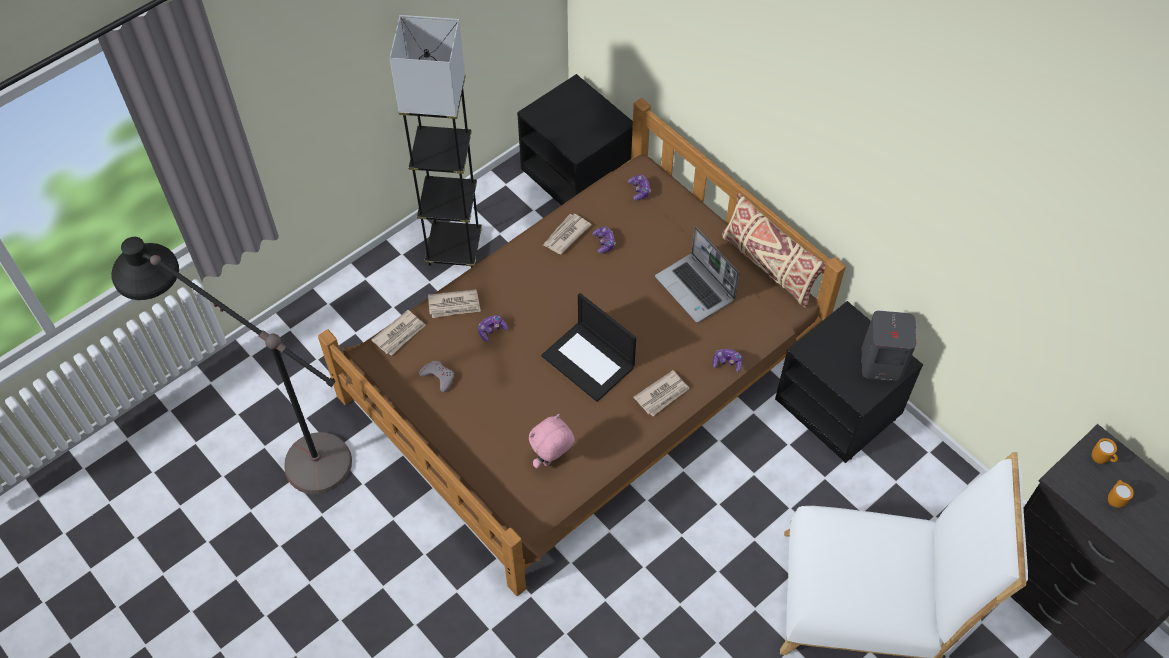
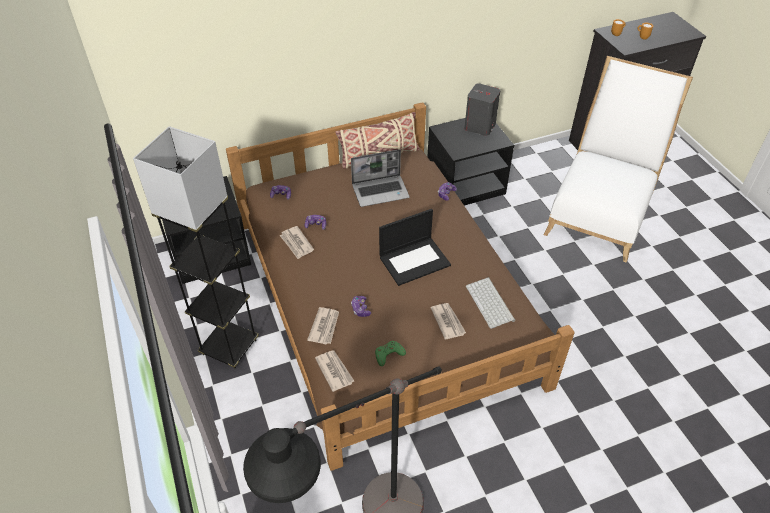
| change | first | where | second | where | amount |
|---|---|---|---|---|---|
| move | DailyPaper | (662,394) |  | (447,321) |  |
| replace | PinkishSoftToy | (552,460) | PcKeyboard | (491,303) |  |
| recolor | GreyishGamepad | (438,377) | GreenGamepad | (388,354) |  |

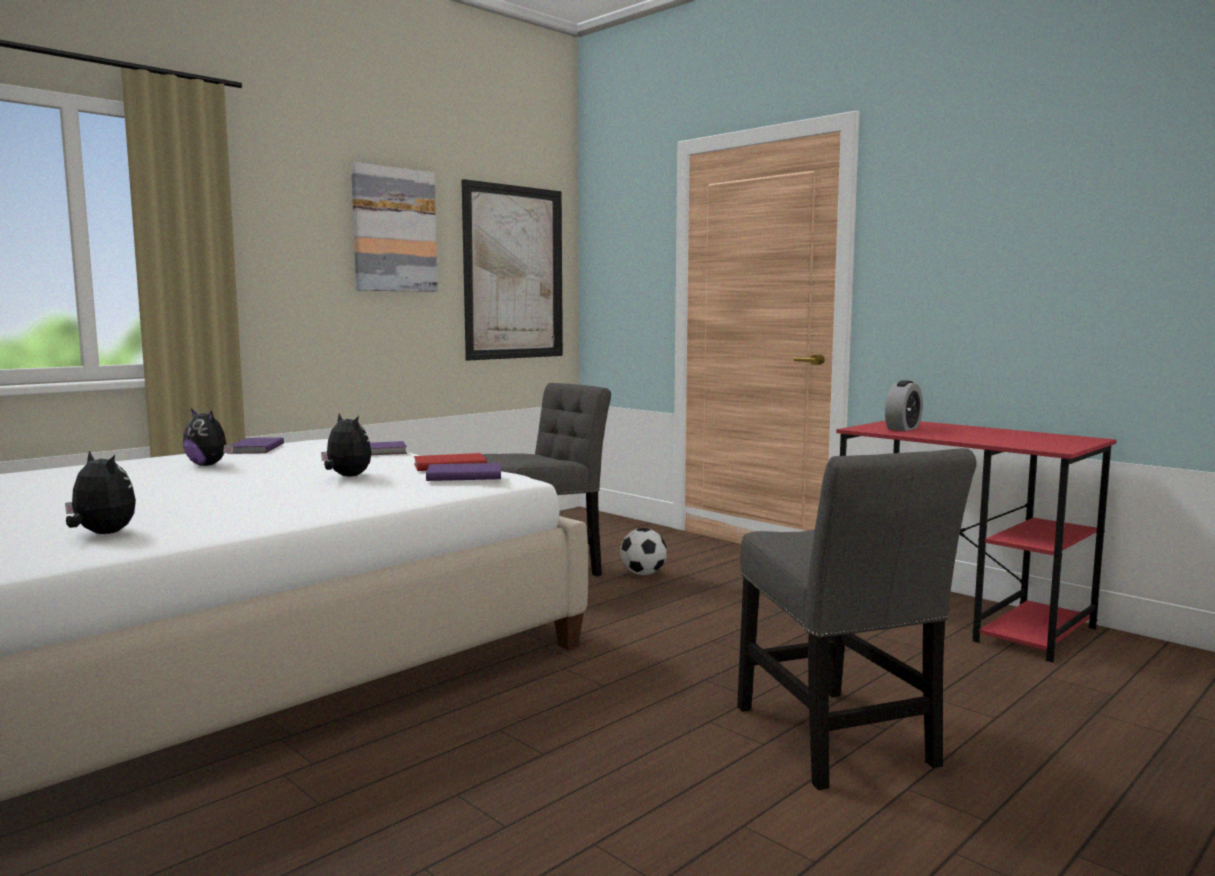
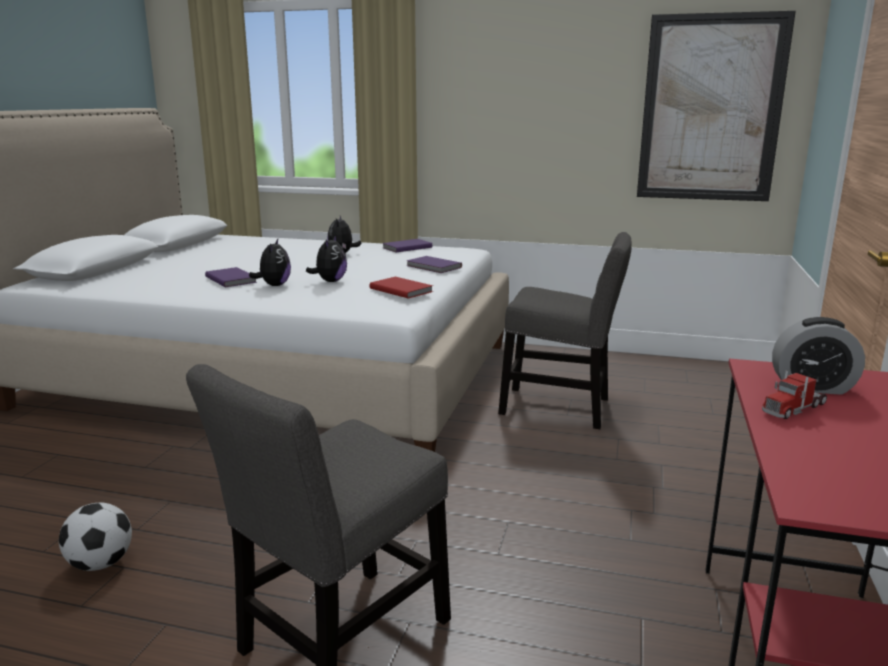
| change | first | where | second | where | amount |
|---|---|---|---|---|---|
| delete | WallArt | (394,230) |  |  |  |
| insert |  |  | ModelTruck | (794,408) |  |
| move | SoftToy | (102,534) |  | (274,285) |  |
| move | PurpleColouredVolume | (463,475) |  | (232,279) |  |
| move | Football | (643,574) |  | (101,564) |  |

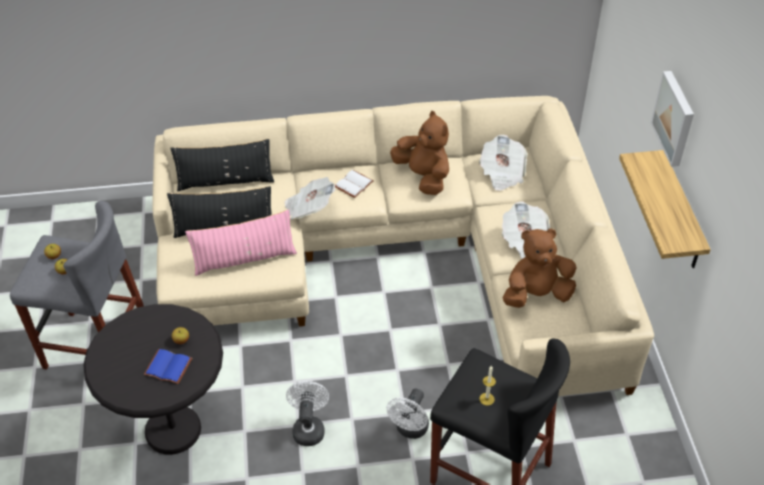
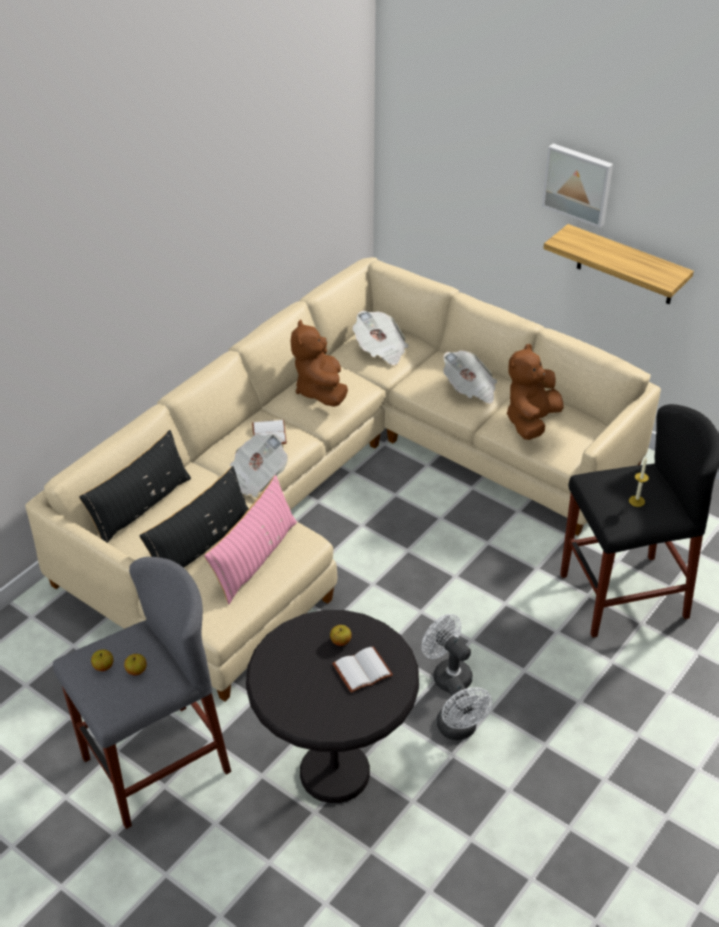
| change | first | where | second | where | amount |
|---|---|---|---|---|---|
| move | WhiteColouredElectricFan | (410,430) |  | (459,730) |  |
| recolor | BluishVolume | (169,366) | WhiteColouredVolume | (362,669) |  |
| rotate | BrownSoftToy | (423,176) |  | (320,391) | 105 degrees counterclockwise |

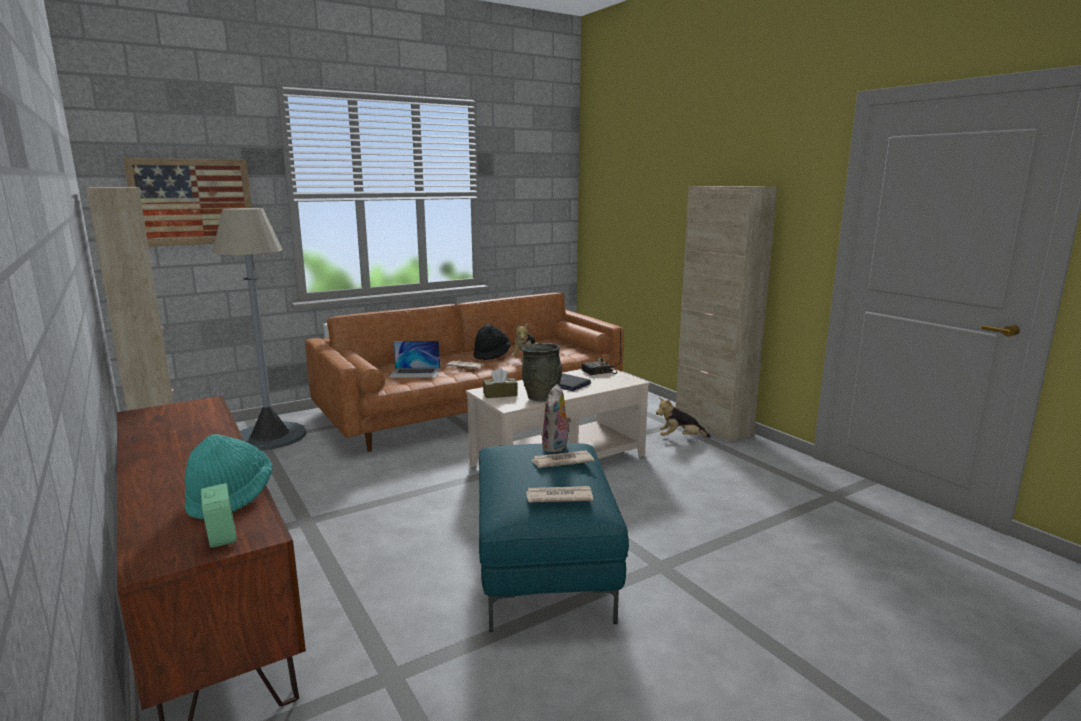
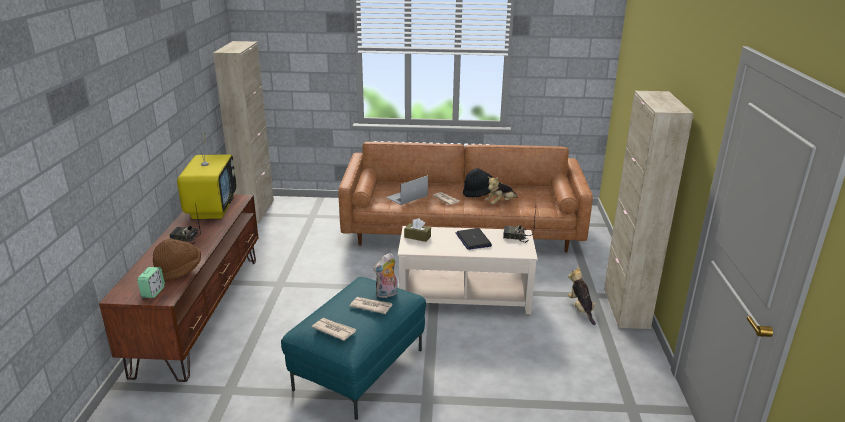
| change | first | where | second | where | amount |
|---|---|---|---|---|---|
| delete | WallArt | (192,202) |  |  |  |
| delete | GreyishFloorLamp | (270,437) |  |  |  |
| delete | GreyishFlowerVase | (542,397) |  |  |  |
| insert |  |  | RadioReceiver | (185,238) |  |
| insert |  |  | Television | (212,208) |  |
| recolor | TurquoiseHat | (230,498) | BrownHat | (179,271) |  |
| rotate | PortableComputer | (415,373) |  | (407,196) | 105 degrees clockwise |
| rotate | SoftToy | (680,438) |  | (580,309) | 45 degrees clockwise |

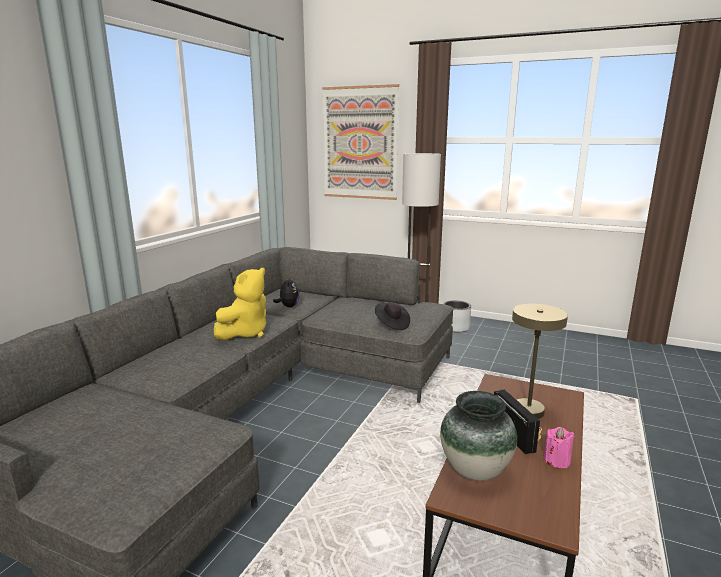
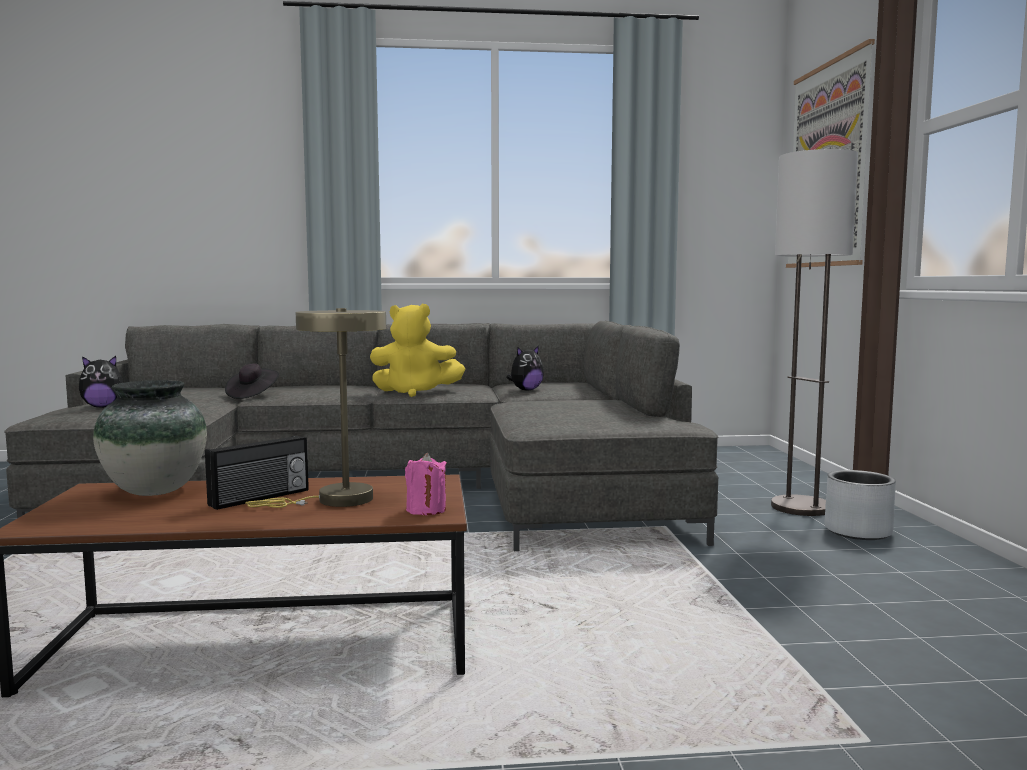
| change | first | where | second | where | amount |
|---|---|---|---|---|---|
| insert |  |  | SoftToy | (103,407) |  |
| move | BlackHat | (391,324) |  | (252,395) |  |
| move | PinkishWaxLight | (556,460) |  | (426,510) |  |

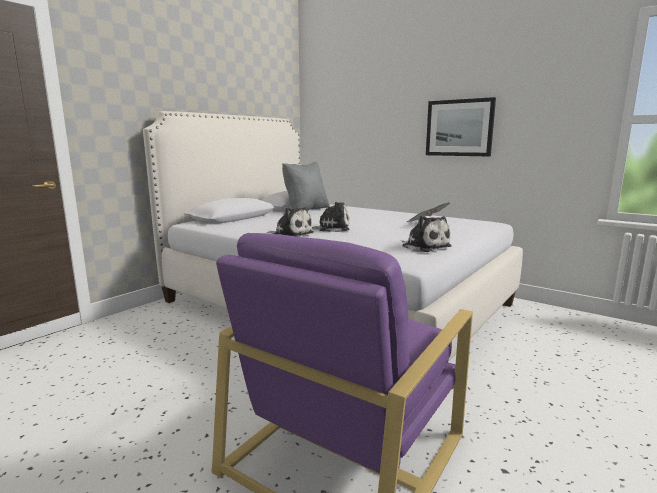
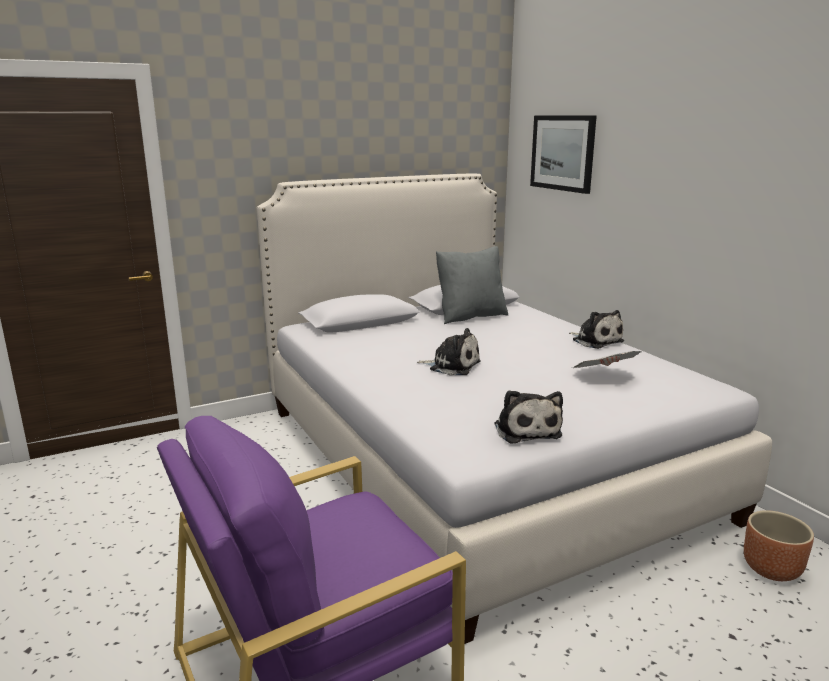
| change | first | where | second | where | amount |
|---|---|---|---|---|---|
| insert |  |  | BrownFlowerPot | (770,570) |  |
| move | SoftToy | (290,235) |  | (595,341) |  |
| move | WallArt | (459,128) |  | (562,153) |  |

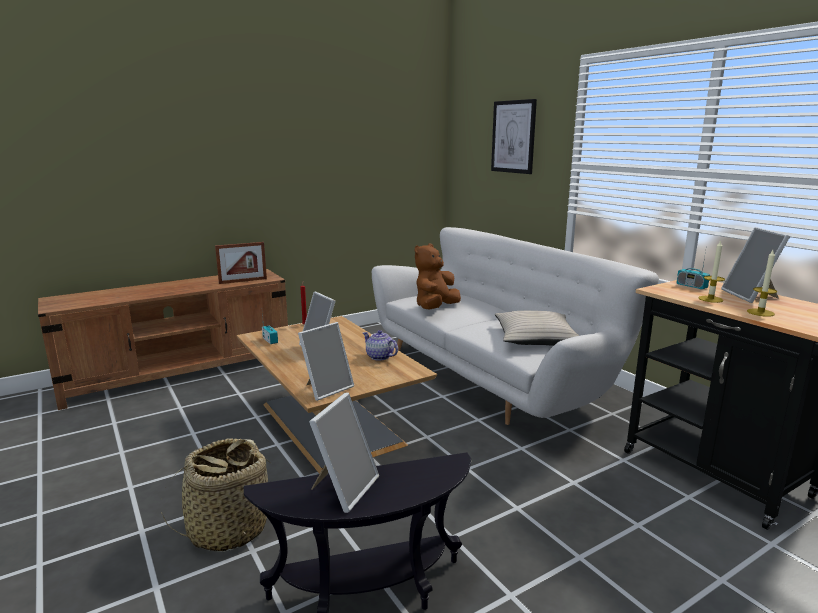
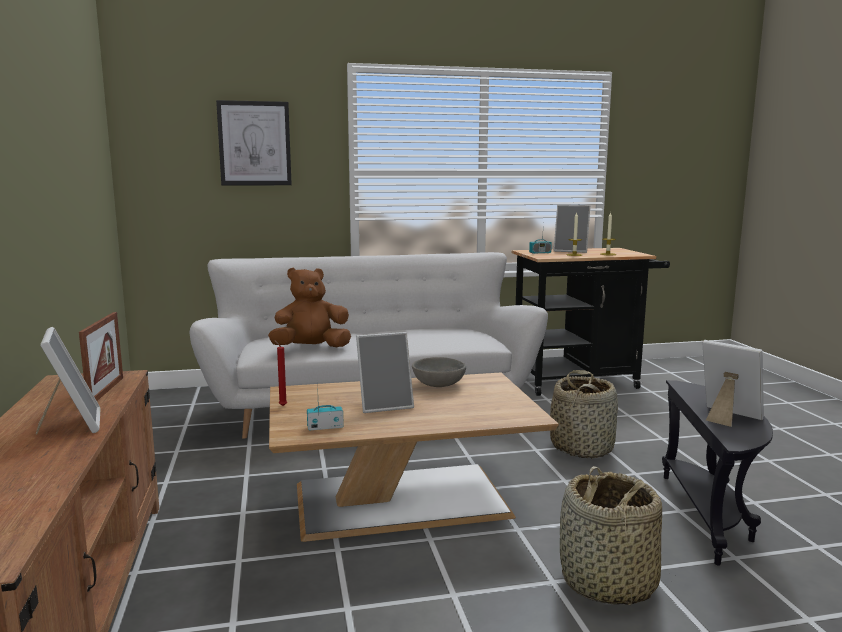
| change | first | where | second | where | amount |
|---|---|---|---|---|---|
| delete | BeigePillow | (535,338) |  |  |  |
| insert |  |  | Basket | (582,447) |  |
| move | StandingFrame | (326,388) |  | (72,424) |  |
| replace | TeaPot | (379,357) | GreyishDeepDish | (439,385) |  |
| rotate | BrownSoftToy | (435,308) |  | (311,348) | 105 degrees clockwise |

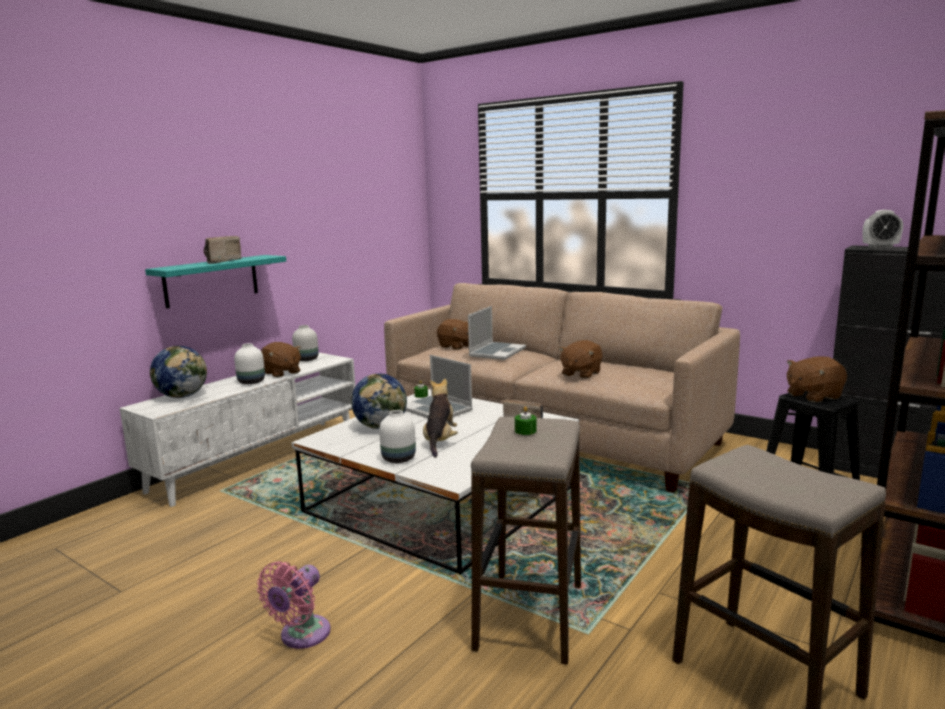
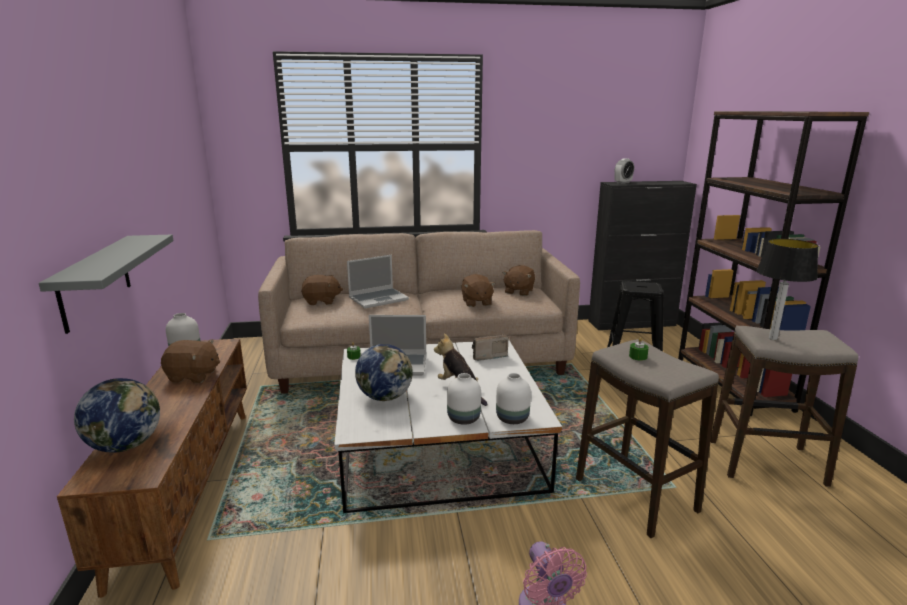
| change | first | where | second | where | amount |
|---|---|---|---|---|---|
| delete | RadioReceiver | (220,261) |  |  |  |
| insert |  |  | LampForATable | (773,338) |  |
| move | WhiteColouredFlowerVase | (251,382) |  | (513,419) |  |
| move | BrownSoftToy | (813,396) |  | (518,292) |  |
| recolor | WhiteColouredTvUnit | (258,458) | BrownTvUnit | (187,486) |  |
| recolor | TurquoiseWallShelf | (211,280) | GreyishWallShelf | (95,281) |  |
| rotate | PortableComputer | (497,352) |  | (378,299) | 75 degrees clockwise |

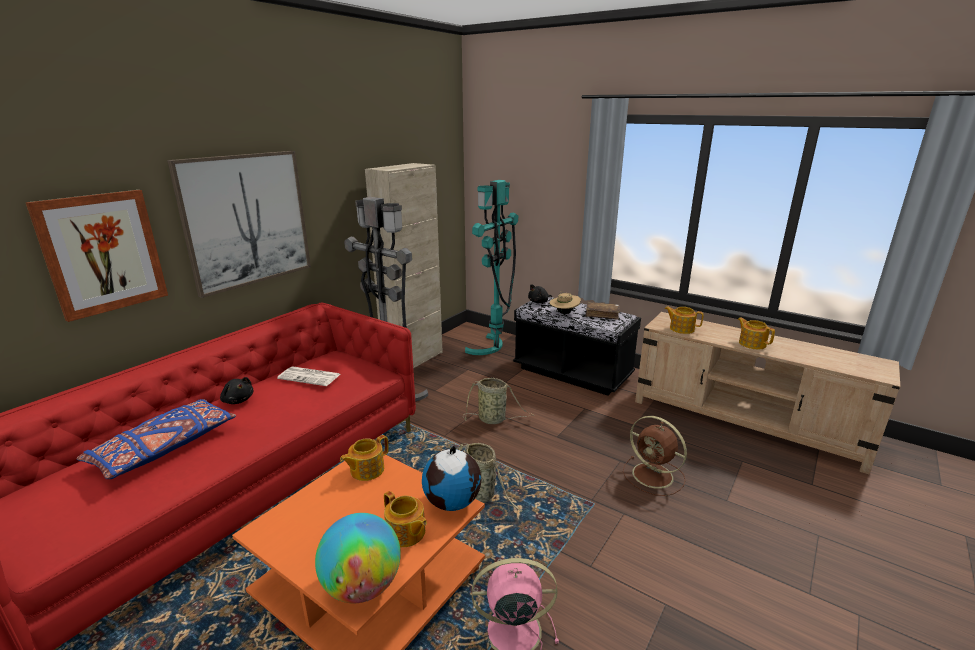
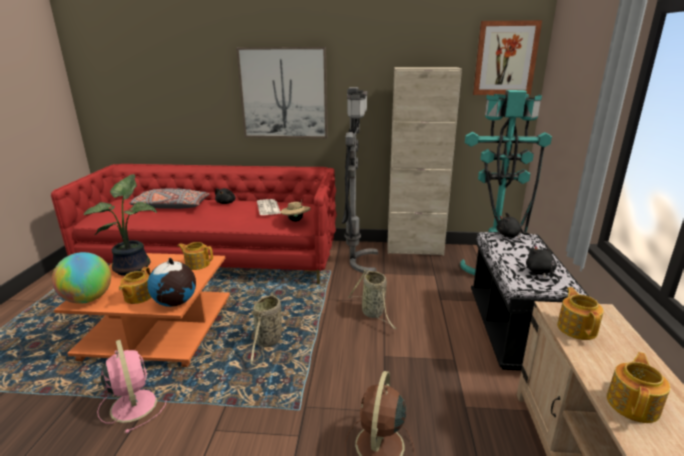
| change | first | where | second | where | amount |
|---|---|---|---|---|---|
| insert |  |  | PottedPlant | (134,268) |  |
| move | WallArt | (103,253) |  | (505,58) |  |
| move | BeigeHat | (564,313) |  | (296,220) |  |
| replace | BrownVolume | (602,314) | BlackSoftToy | (540,272) |  |
| recolor | BluishPillow | (164,448) | GreyishPillow | (171,207) |  |

